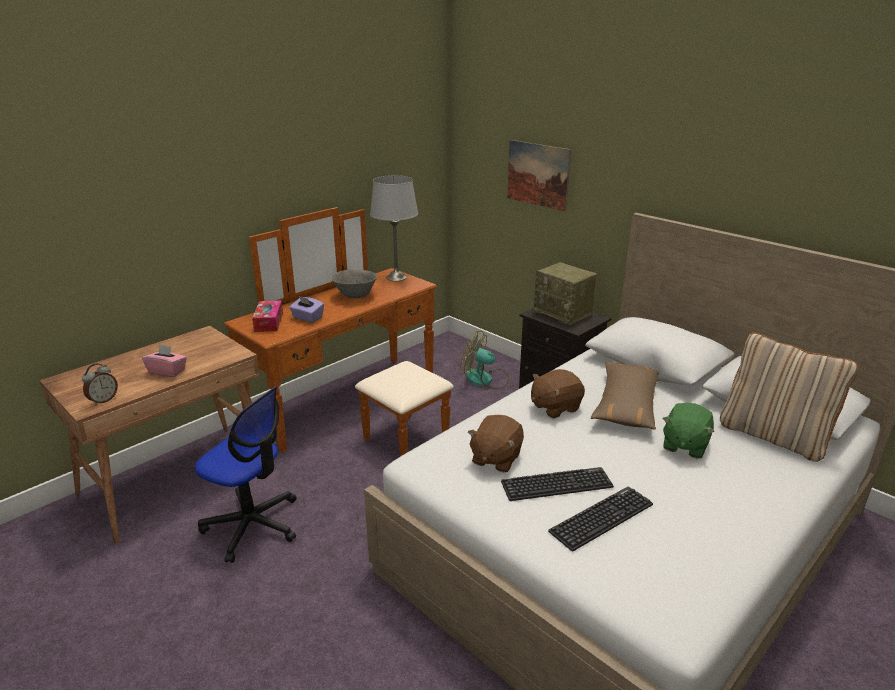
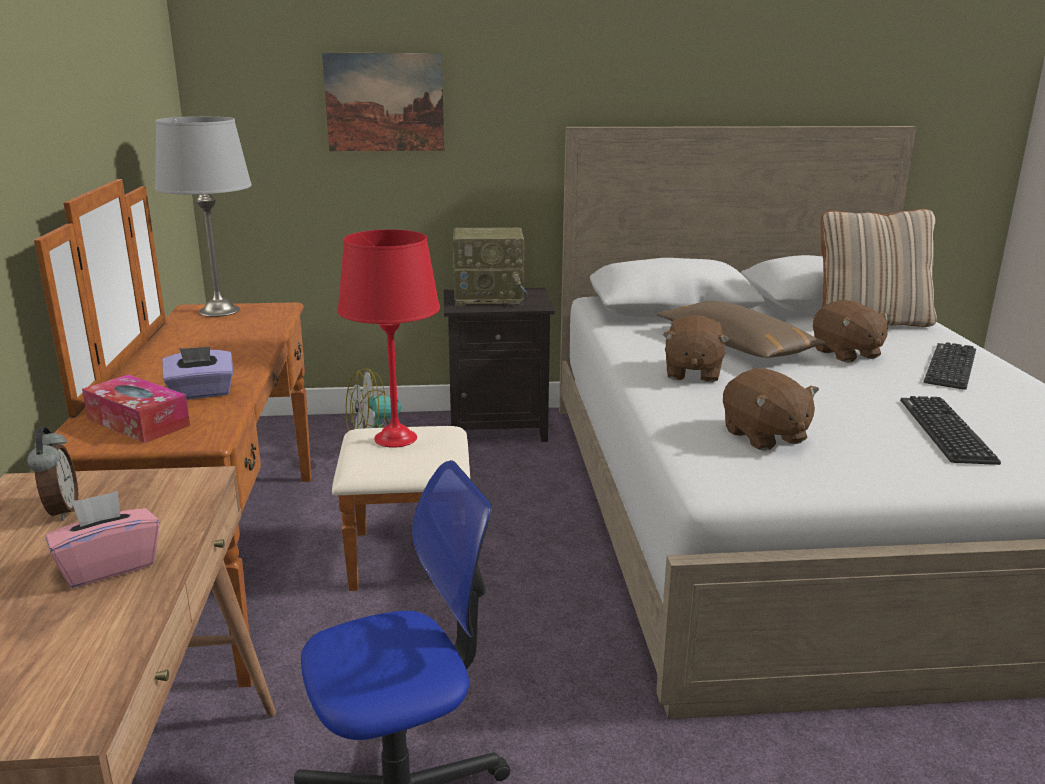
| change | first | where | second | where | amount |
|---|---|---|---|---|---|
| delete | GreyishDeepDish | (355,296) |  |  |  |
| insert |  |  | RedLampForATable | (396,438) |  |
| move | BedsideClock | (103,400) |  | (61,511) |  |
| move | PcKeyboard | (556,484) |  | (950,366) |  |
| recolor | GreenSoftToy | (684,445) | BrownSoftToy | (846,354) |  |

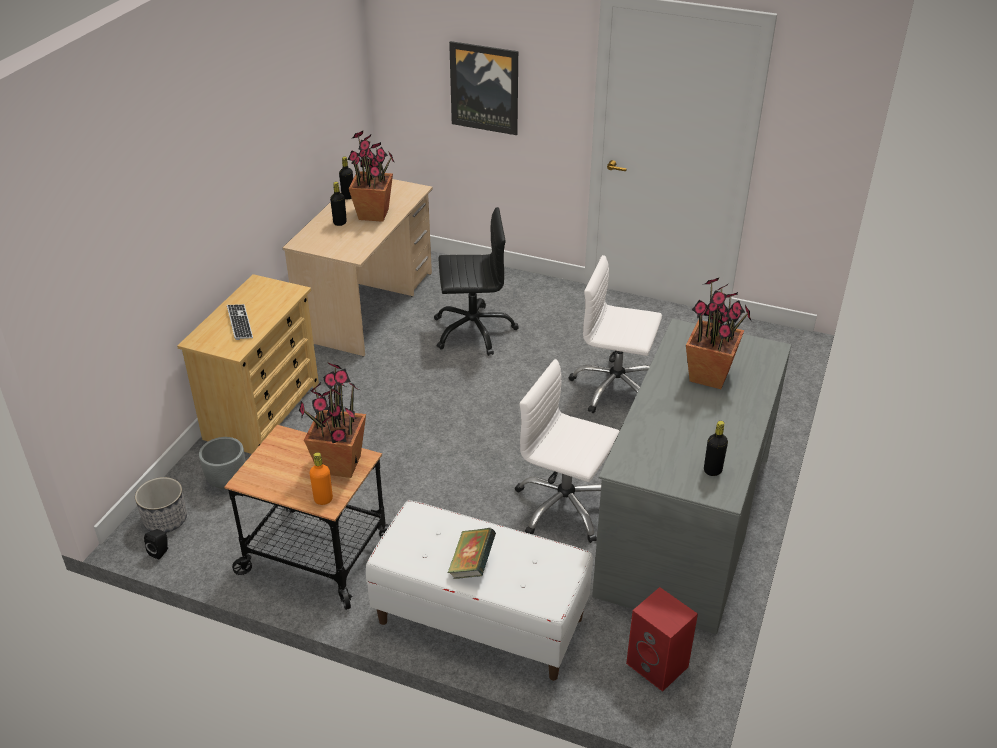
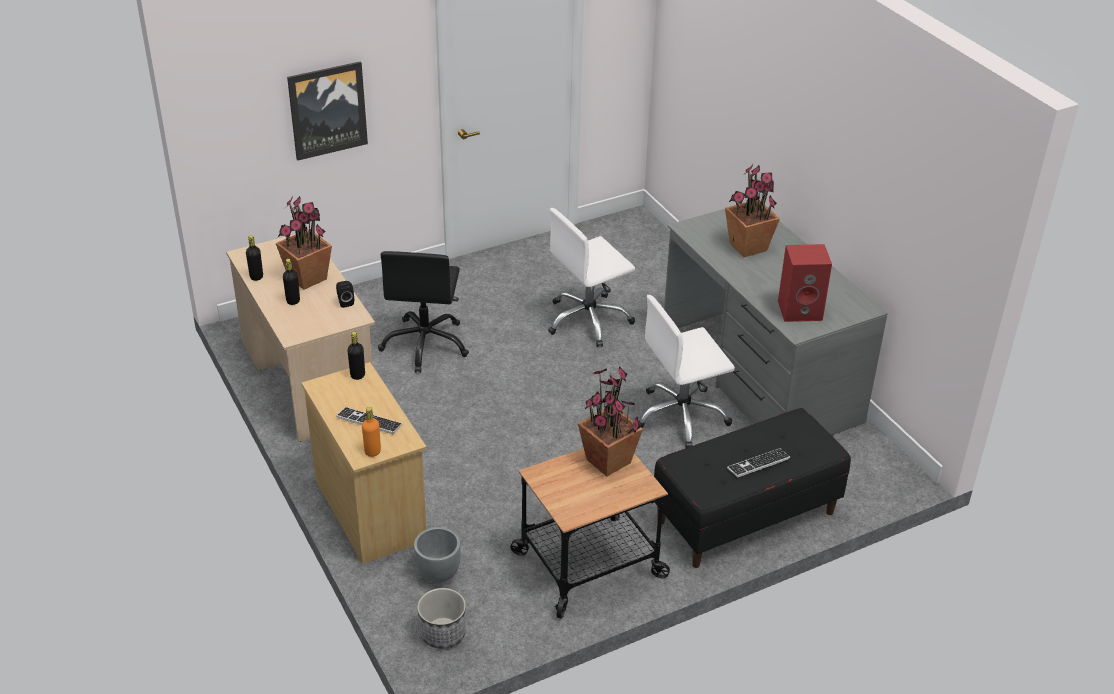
| change | first | where | second | where | amount |
|---|---|---|---|---|---|
| move | BlackLoudspeaker | (160,551) |  | (345,302) |  |
| move | OrangeyDrinkBottle | (323,499) |  | (372,452) |  |
| move | RedLoudspeaker | (659,665) |  | (801,310) |  |
| move | BlackDrinkBottle | (712,470) |  | (357,375) |  |
| replace | Volume | (472,565) | PcKeyboard | (758,464) |  |
| recolor | WhiteColouredIndoorBench | (480,621) | BlackIndoorBench | (745,517) |  |
| rotate | BlackComputerChair | (473,331) |  | (425,344) | 150 degrees clockwise |

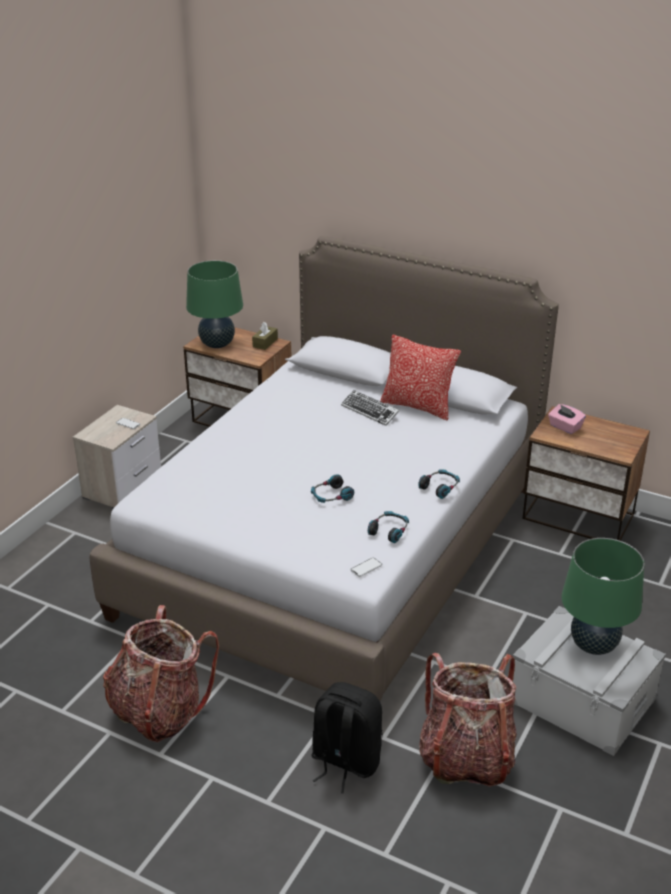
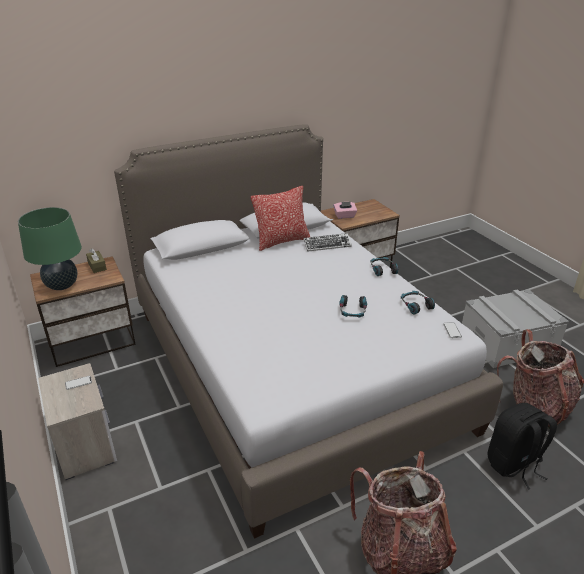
| change | first | where | second | where | amount |
|---|---|---|---|---|---|
| delete | GreenLampForATable | (593,645) |  |  |  |
| move | PcKeyboard | (369,411) |  | (327,245) |  |

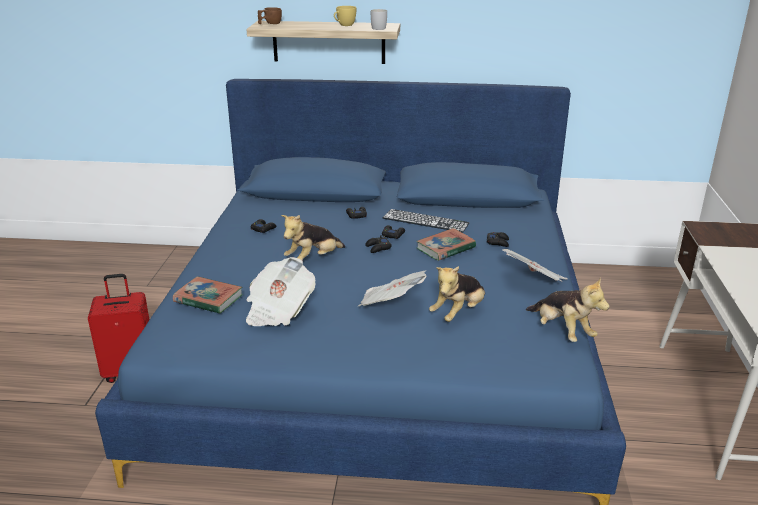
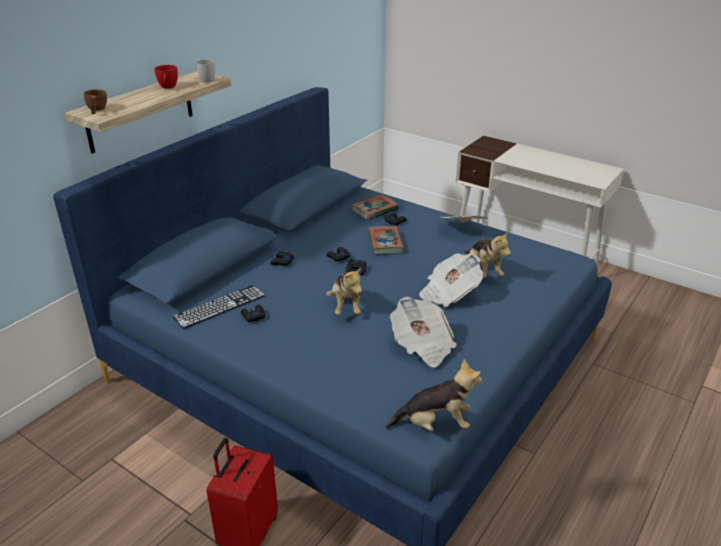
| change | first | where | second | where | amount |
|---|---|---|---|---|---|
| move | Volume | (208,299) |  | (374,210) |  |
| move | PcKeyboard | (425,221) |  | (219,306) |  |
| move | SoftToy | (562,331) |  | (435,424) |  |
| recolor | YellowColouredCup | (344,25) | RedCup | (168,87) |  |

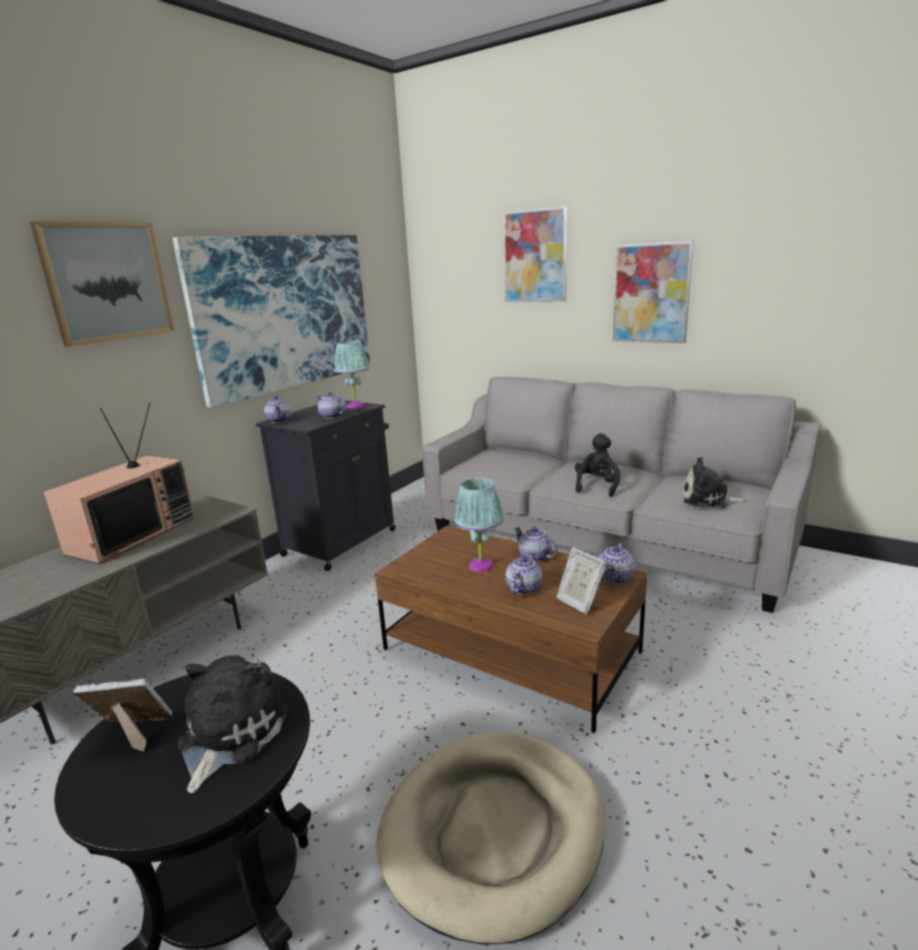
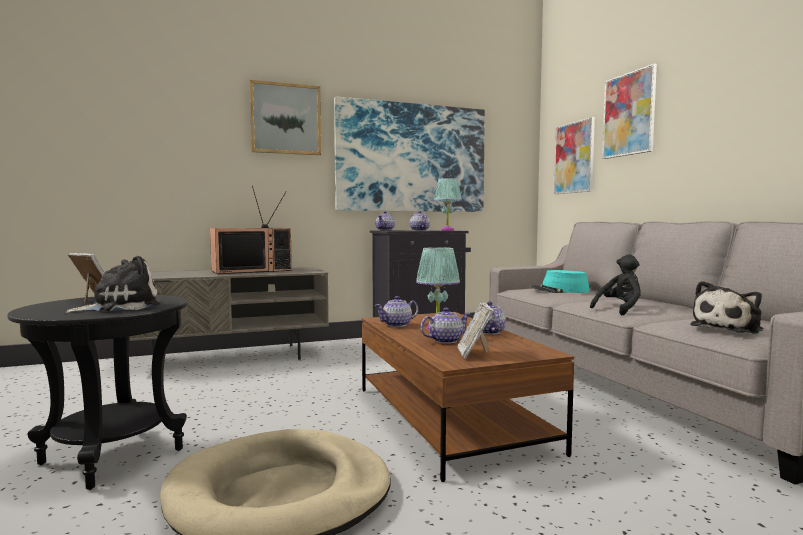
| change | first | where | second | where | amount |
|---|---|---|---|---|---|
| insert |  |  | TurquoiseHat | (560,290) |  |
| move | TeaPot | (615,577) |  | (397,324) |  |
| move | WallArt | (651,293) |  | (574,157) |  |
| rotate | SoftToy | (708,500) |  | (729,328) | 90 degrees counterclockwise |

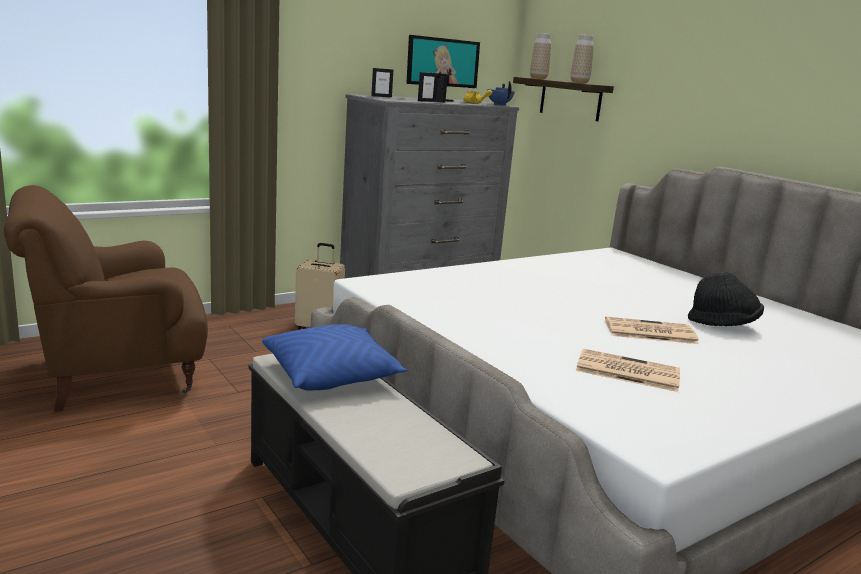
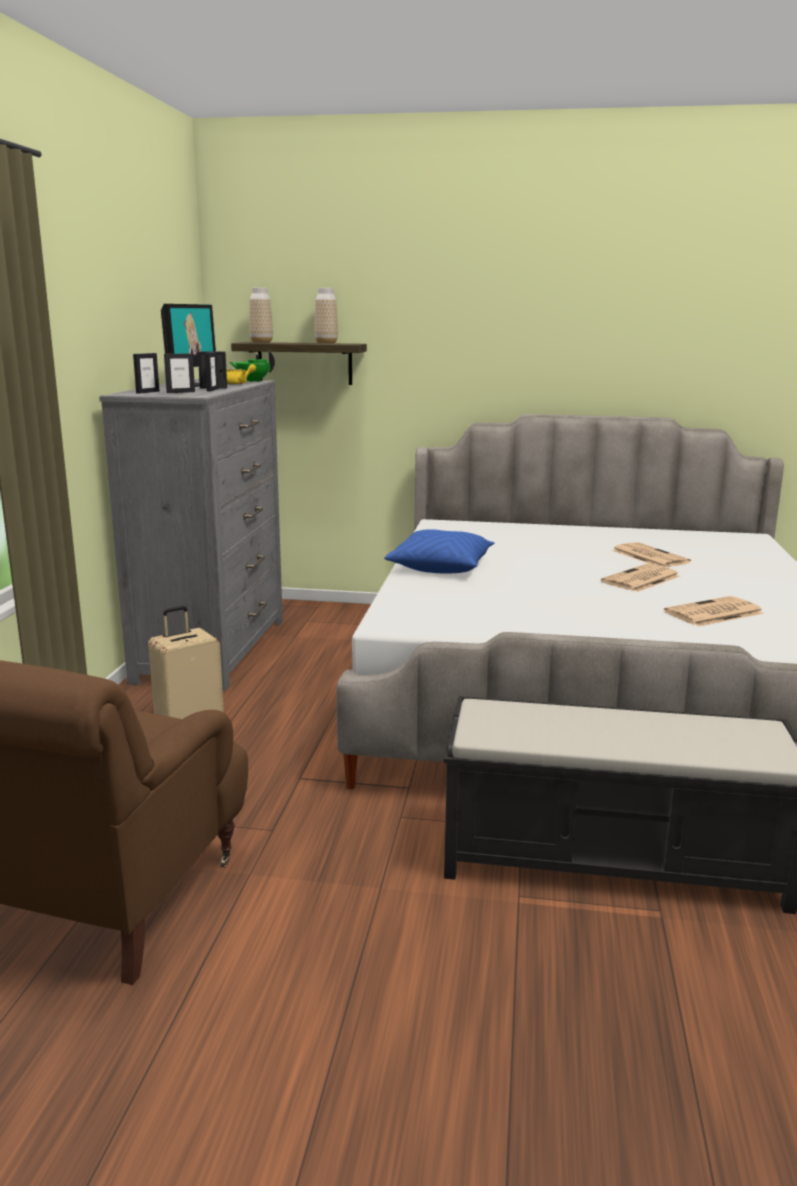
| change | first | where | second | where | amount |
|---|---|---|---|---|---|
| insert |  |  | StandingFrame | (180,392) |  |
| move | BluishPillow | (332,375) |  | (440,567) |  |
| replace | BlackHat | (722,324) | DailyPaper | (648,556) |  |
| recolor | BluishTeaPot | (499,104) | GreenTeaPot | (253,381) |  |

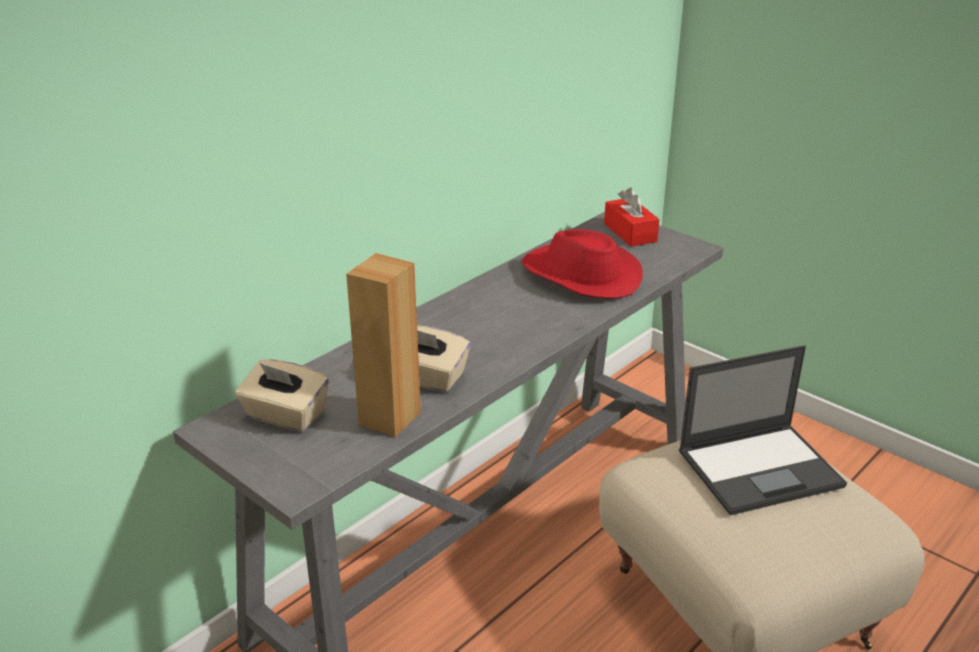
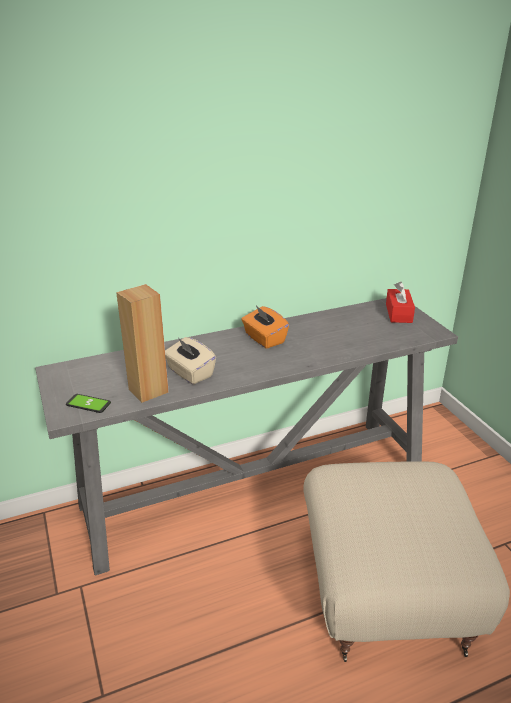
| change | first | where | second | where | amount |
|---|---|---|---|---|---|
| delete | BeigeTissueHolder | (285,416) |  |  |  |
| delete | RedHat | (580,275) |  |  |  |
| delete | PortableComputer | (761,468) |  |  |  |
| insert |  |  | Phone | (88,404) |  |
| insert |  |  | OrangeyTissueHolder | (264,339) |  |

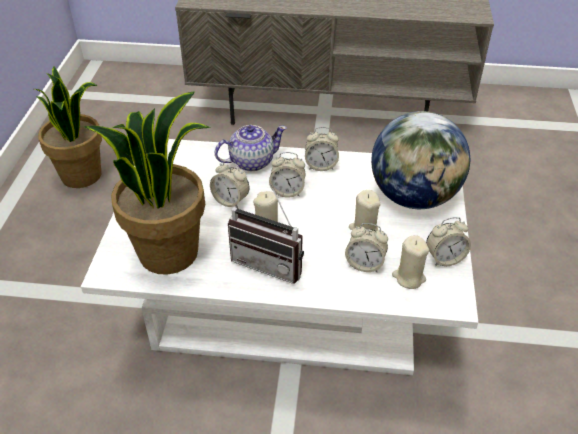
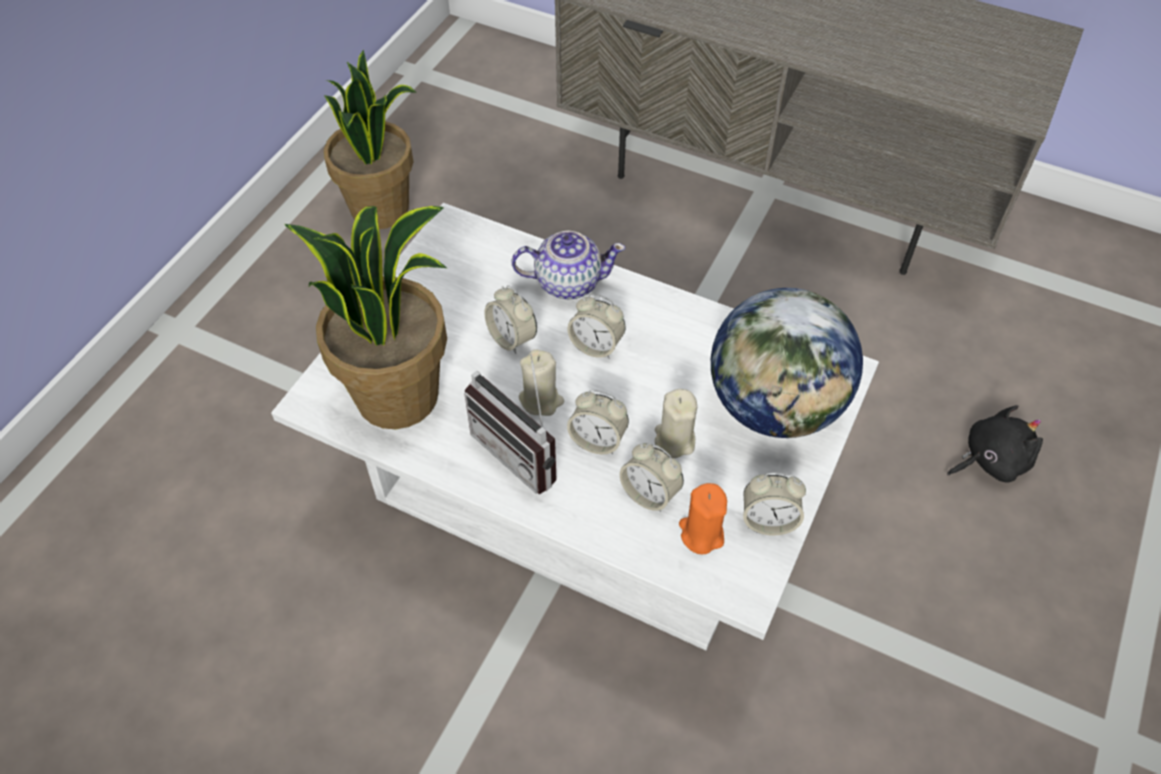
| change | first | where | second | where | amount |
|---|---|---|---|---|---|
| insert |  |  | BlackSoftToy | (990,460) |  |
| move | BedsideClock | (321,166) |  | (597,440) |  |
| recolor | BeigeWaxLight | (408,277) | OrangeyWaxLight | (701,533) |  |

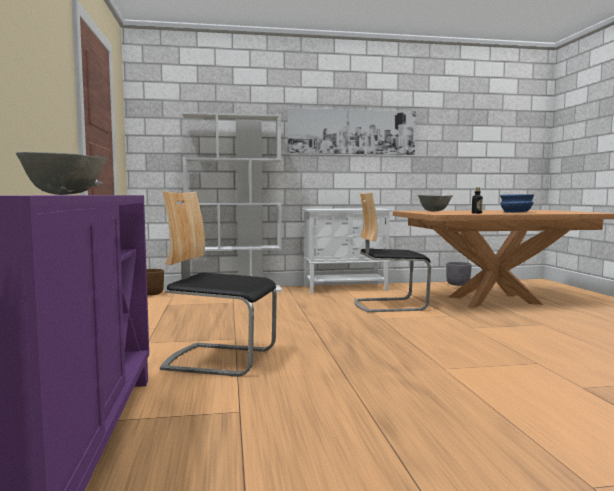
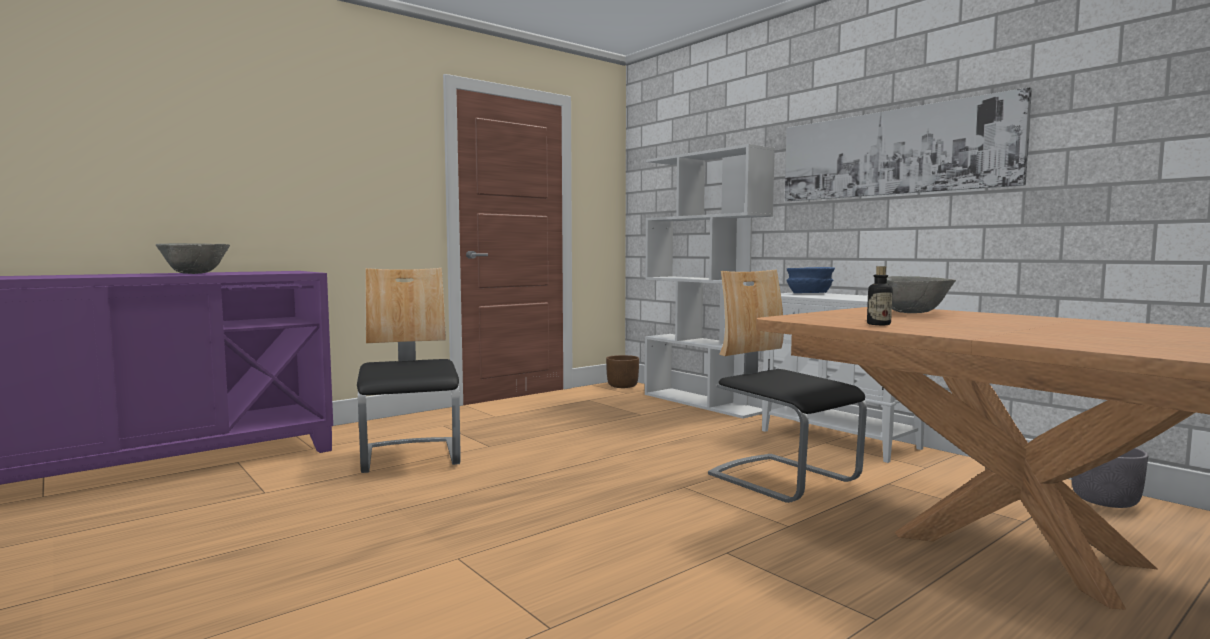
| change | first | where | second | where | amount |
|---|---|---|---|---|---|
| move | BluishDeepDish | (516,212) |  | (809,293) |  |

